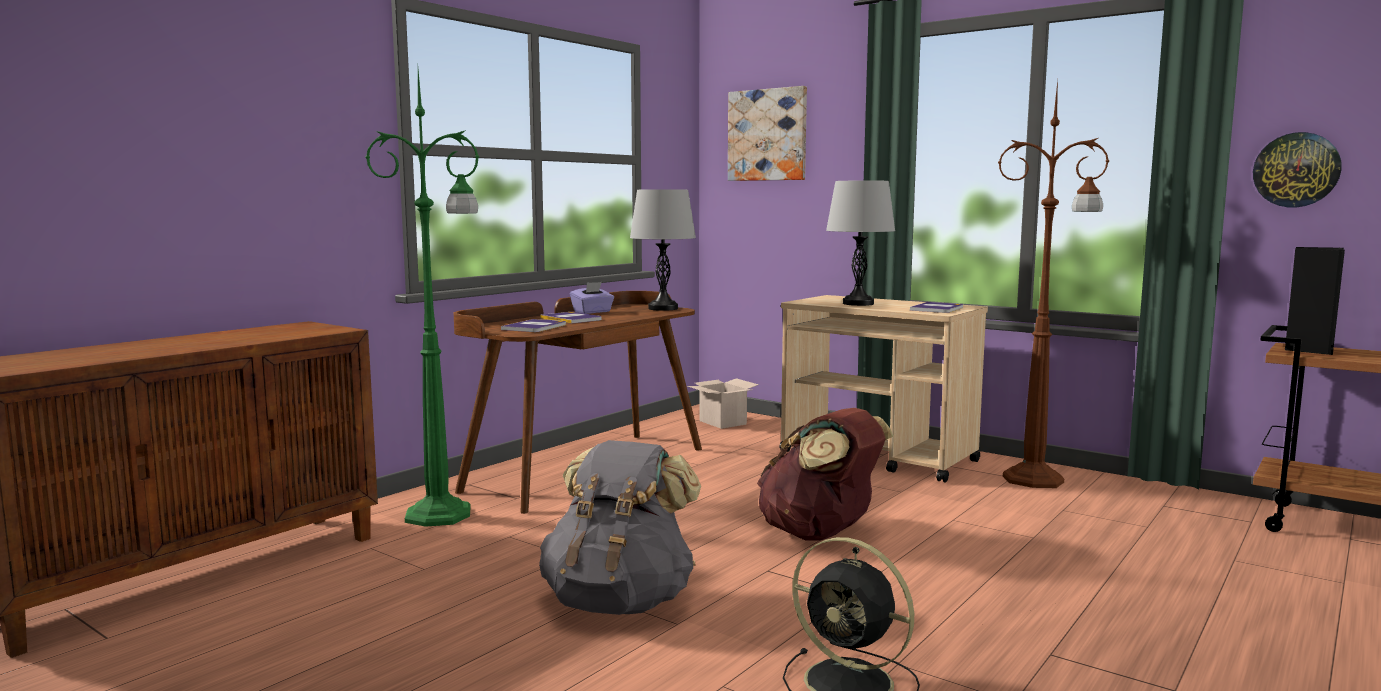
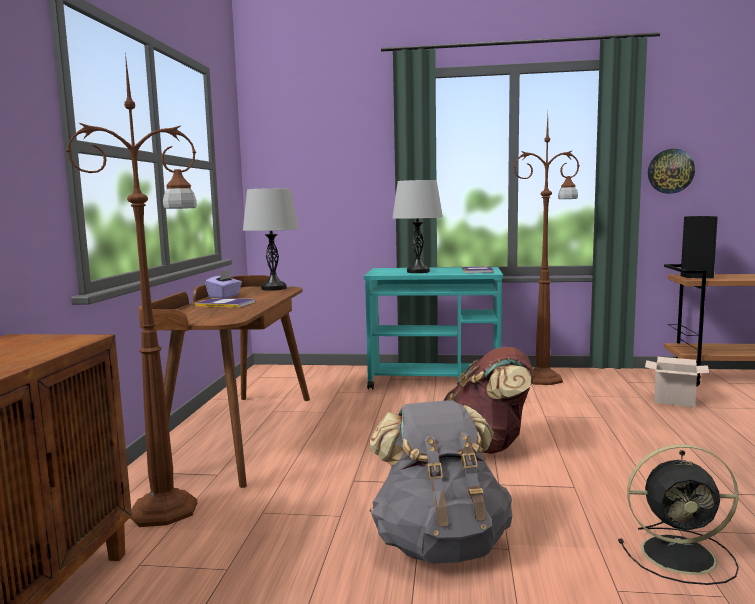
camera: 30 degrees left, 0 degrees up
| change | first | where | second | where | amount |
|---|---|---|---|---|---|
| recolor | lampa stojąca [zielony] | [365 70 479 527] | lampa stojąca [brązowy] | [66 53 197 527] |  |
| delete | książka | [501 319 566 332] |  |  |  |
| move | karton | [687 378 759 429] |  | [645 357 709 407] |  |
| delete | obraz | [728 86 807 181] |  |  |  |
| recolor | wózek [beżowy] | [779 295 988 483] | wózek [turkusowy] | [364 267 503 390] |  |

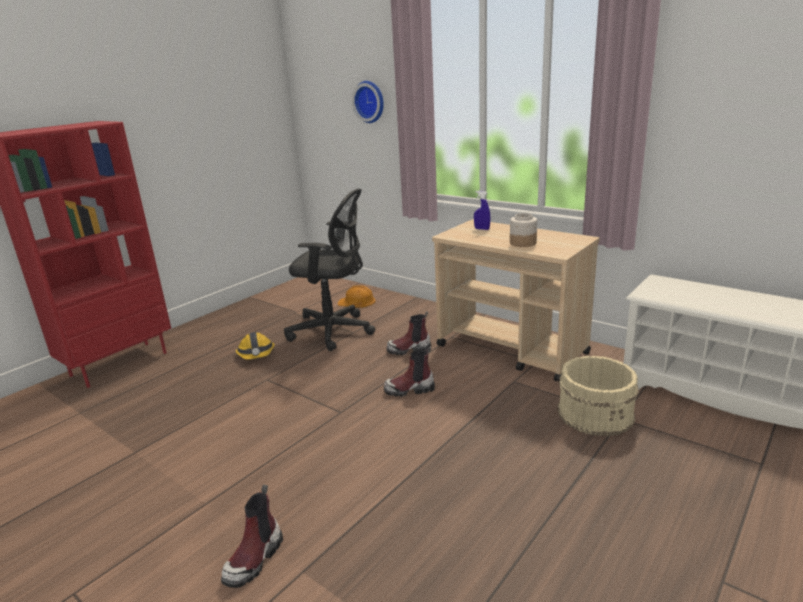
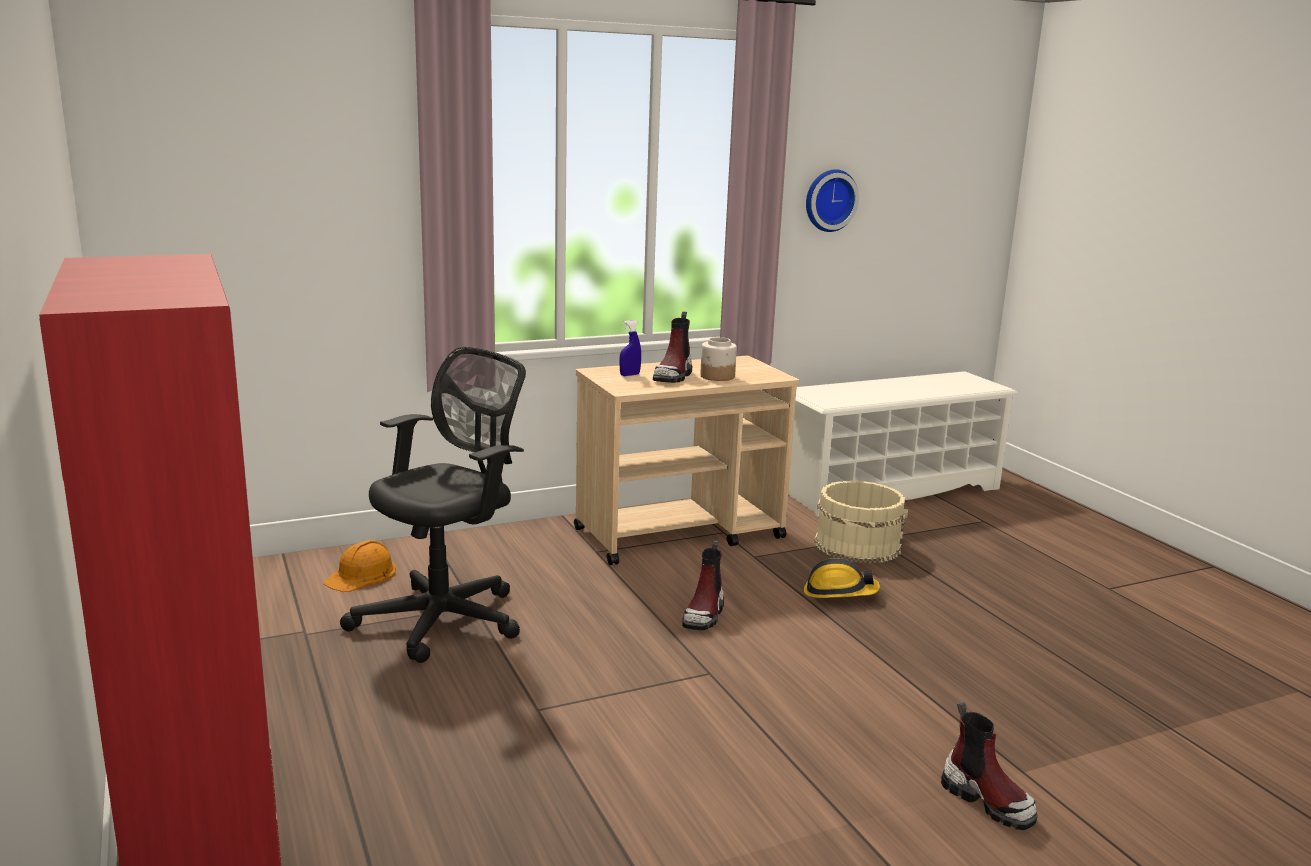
camera: 65 degrees left, 5 degrees down
| change | first | where | second | where | amount |
|---|---|---|---|---|---|
| move | kask | [236 332 275 360] |  | [804 558 880 598] |  |
| move | zegar ścienny | [352 81 384 123] |  | [806 169 859 232] |  |
| move | but z cholewką | [387 311 431 355] |  | [653 311 692 383] |  |

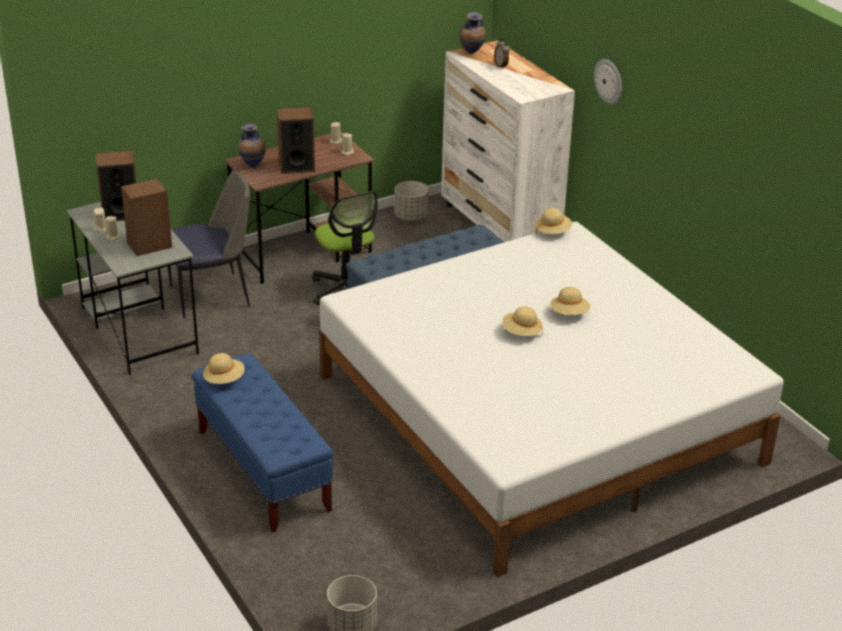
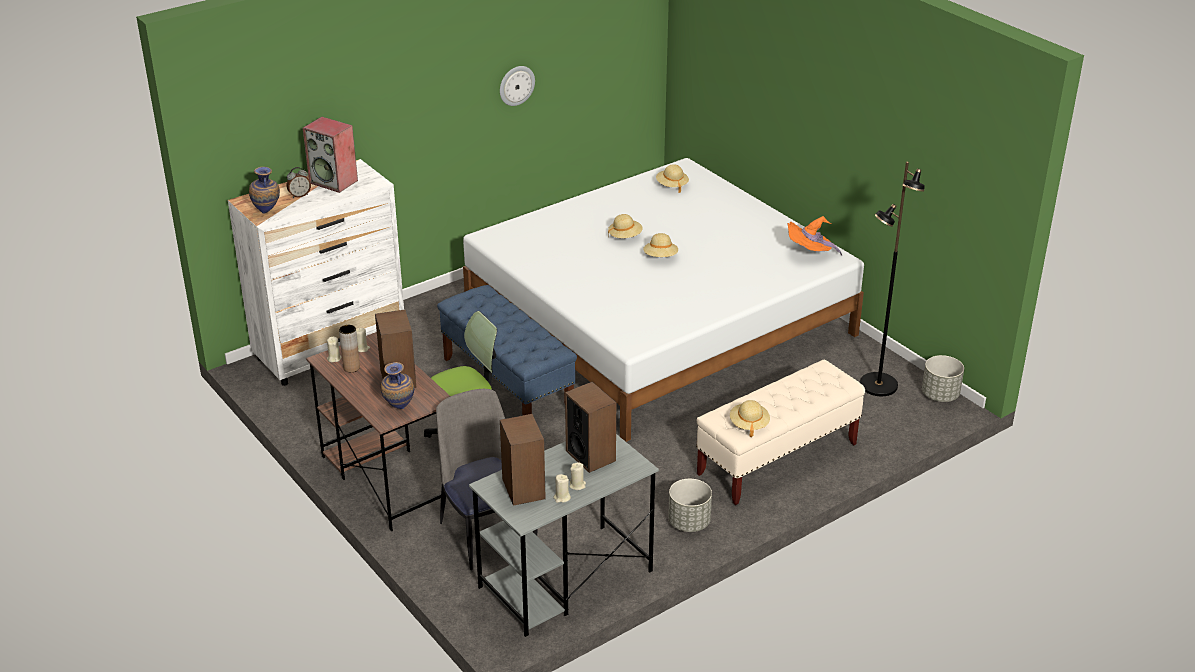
camera: 95 degrees left, 0 degrees up
| change | first | where | second | where | amount |
|---|---|---|---|---|---|
| recolor | ławka [niebieski] | [192 353 334 533] | ławka [beżowy] | [696 360 865 505] |  |
| move | donica [szary] | [394 181 429 221] |  | [668 479 712 532] |  |
| move | kapelusz [beżowy] | [535 208 572 235] |  | [656 164 689 193] |  |
| move | zegar ścienny | [594 59 622 104] |  | [500 66 535 106] |  |
| insert |  |  | głośnik | [303 117 358 193] |  |
| insert |  |  | wazon [brązowy] | [339 325 360 372] |  |
| insert |  |  | kapelusz [pomarańczowy] | [787 216 842 255] |  |
| insert |  |  | lampa stojąca [czarny] | [860 162 925 396] |  |

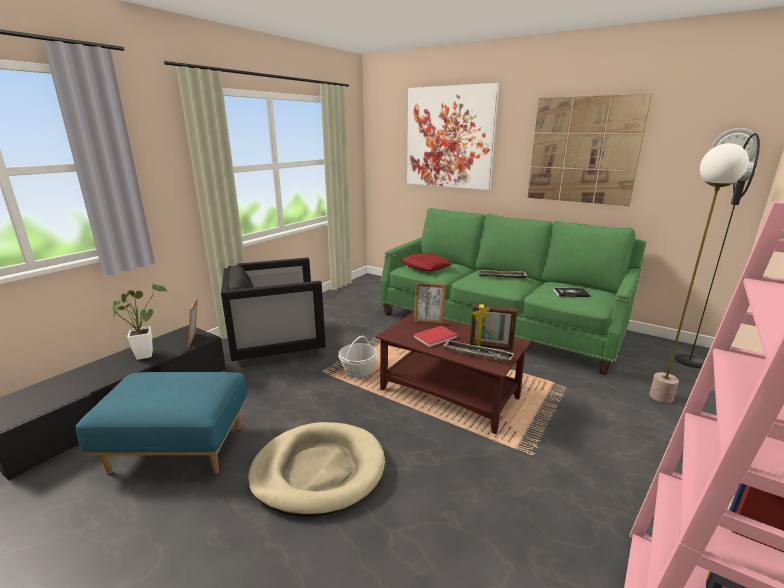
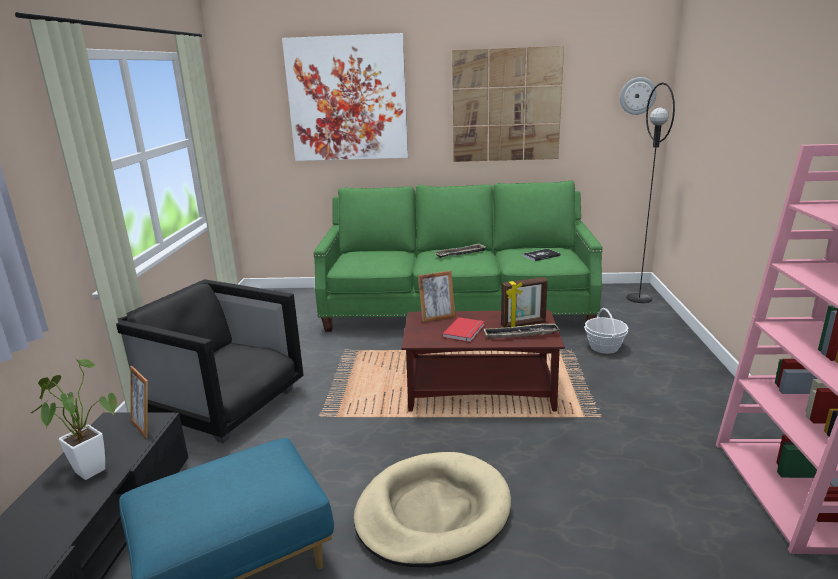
camera: 30 degrees left, 0 degrees up
| change | first | where | second | where | amount |
|---|---|---|---|---|---|
| rotate | fotel [czarny] | [221 258 326 367] |  | [116 279 304 443] | 75 degrees clockwise |
| move | koszyk | [338 336 377 377] |  | [584 308 629 354] |  |
| delete | poduszka [czerwony] | [400 253 452 271] |  |  |  |
| delete | lampa stojąca | [649 143 749 403] |  |  |  |

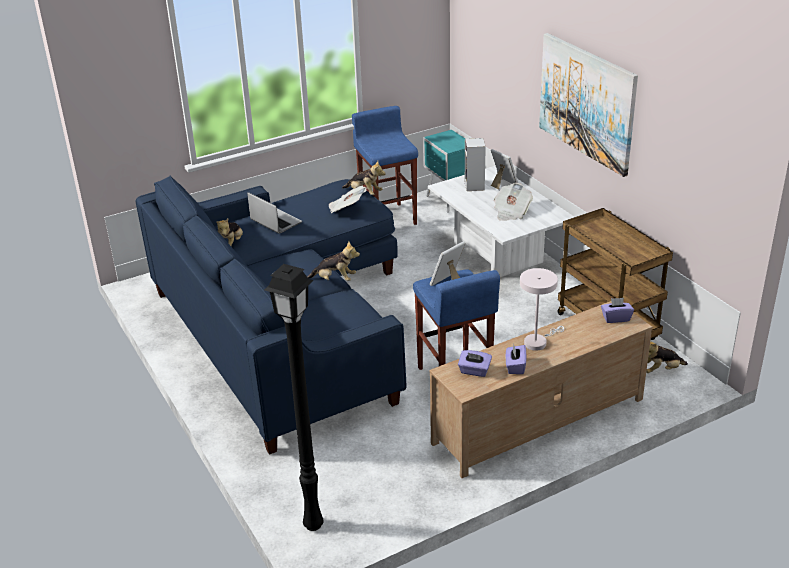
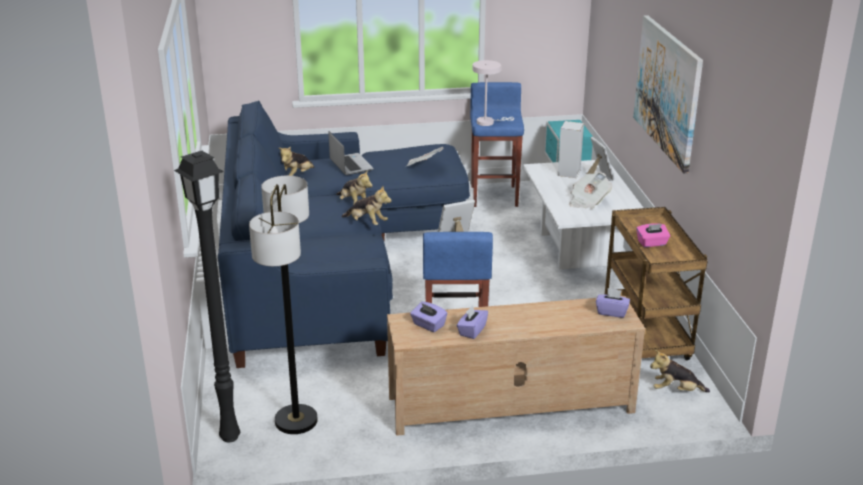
camera: 20 degrees right, 5 degrees down
| change | first | where | second | where | amount |
|---|---|---|---|---|---|
| move | pluszak | [342 161 386 195] |  | [336 169 373 205] |  |
| move | lampa stołowa [biały] | [520 268 564 351] |  | [472 60 514 126] |  |
| insert |  |  | lampa stojąca | [249 175 317 434] |  |
| insert |  |  | pudełko chusteczek [różowy] | [636 223 670 247] |  |

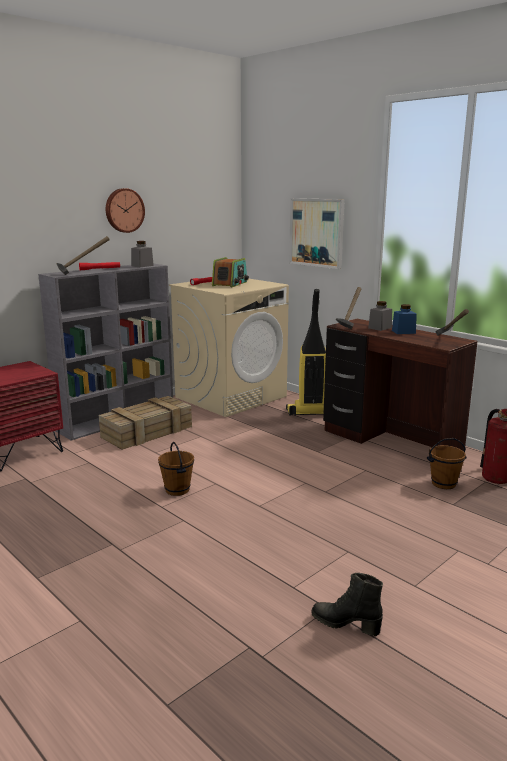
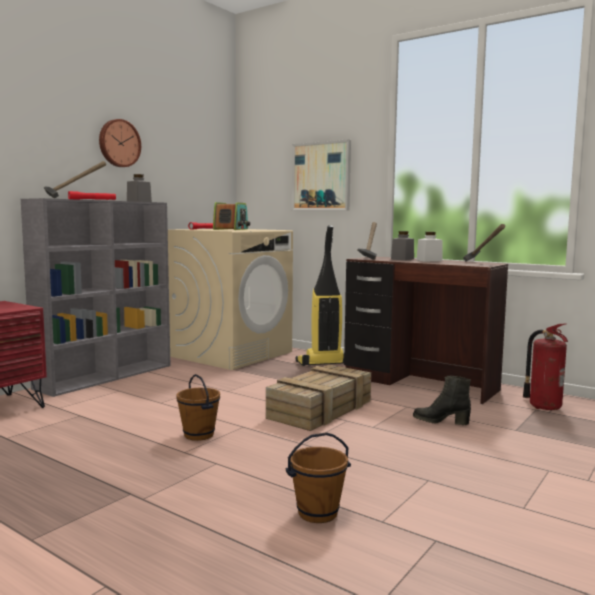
camera: 10 degrees left, 10 degrees down
| change | first | where | second | where | amount |
|---|---|---|---|---|---|
| move | skrzynka | [99 396 192 450] |  | [266 365 371 431] |  |
| move | but z cholewką [czarny] | [311 573 383 636] |  | [413 376 471 425] |  |
| recolor | słoik [niebieski] | [392 304 417 334] | słoik [biały] | [416 232 443 261] |  |
| move | wiadro [brązowy] | [427 438 467 489] |  | [285 432 351 523] |  |

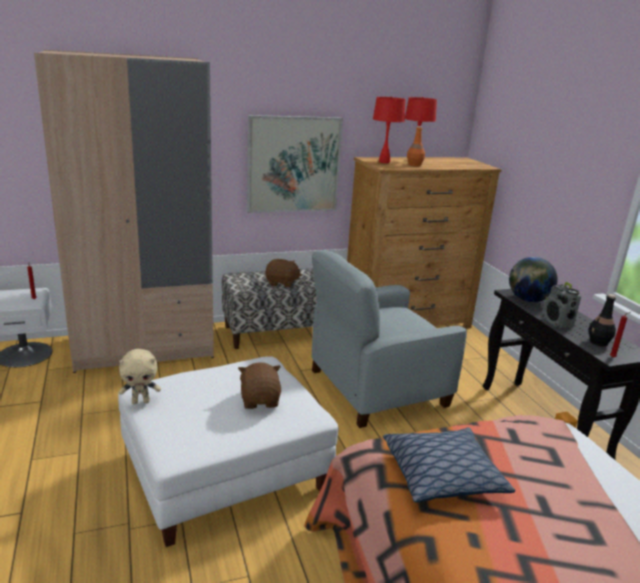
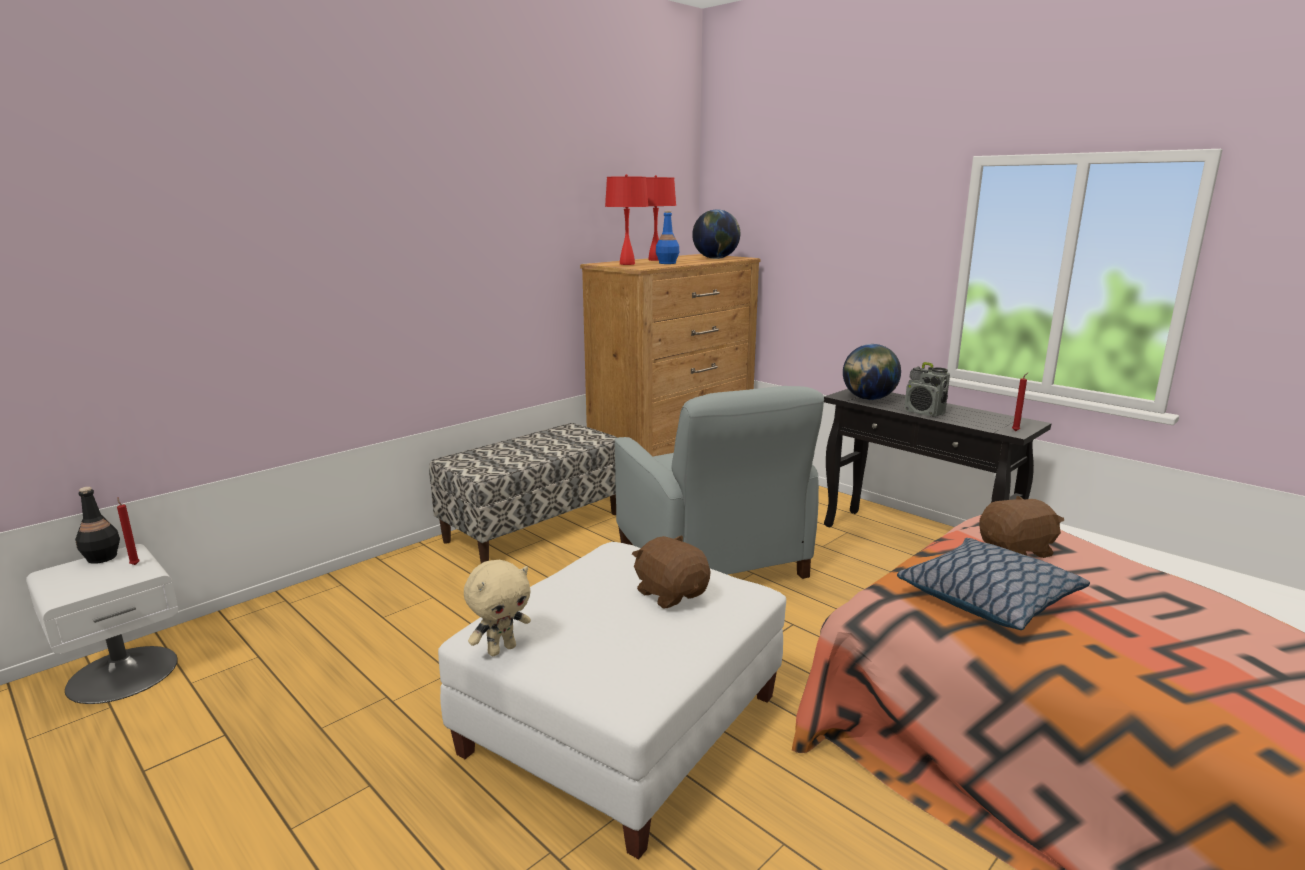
camera: 25 degrees left, 5 degrees down
| change | first | where | second | where | amount |
|---|---|---|---|---|---|
| delete | szafa [beżowy] | [34 50 214 373] |  |  |  |
| delete | obraz | [247 115 343 213] |  |  |  |
| move | pluszak [brązowy] | [265 259 302 287] |  | [979 496 1064 558] |  |
| rotate | fotel [szary] | [312 250 467 428] |  | [615 386 824 579] | 60 degrees counterclockwise |
| recolor | butelka [pomarańczowy] | [407 126 425 166] | butelka [niebieski] | [656 211 679 264] |  |
| move | butelka [czarny] | [588 294 616 346] |  | [75 487 120 564] |  |
| insert |  |  | globus | [692 210 740 259] |  |

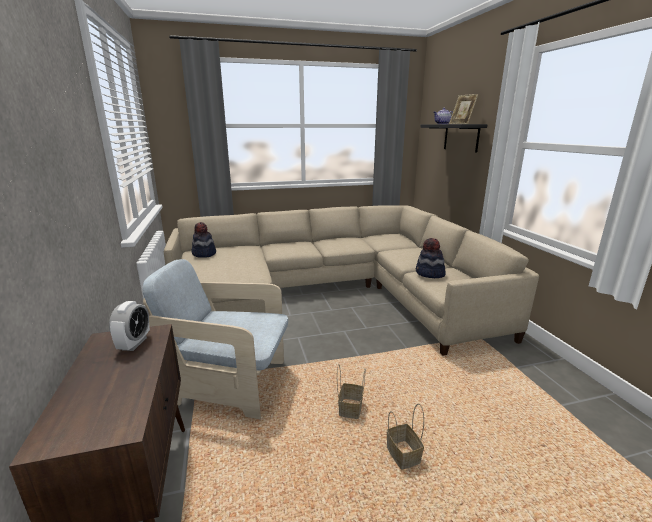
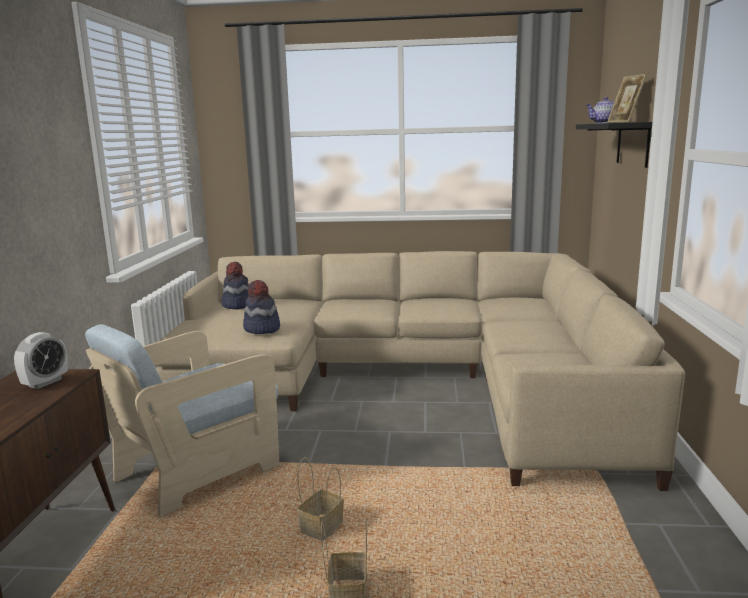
camera: 20 degrees right, 5 degrees down
| change | first | where | second | where | amount |
|---|---|---|---|---|---|
| rotate | fotel [beżowy] | [143 259 288 419] |  | [85 324 279 517] | 75 degrees counterclockwise |
| move | kapelusz | [416 238 446 278] |  | [243 280 280 334] |  |

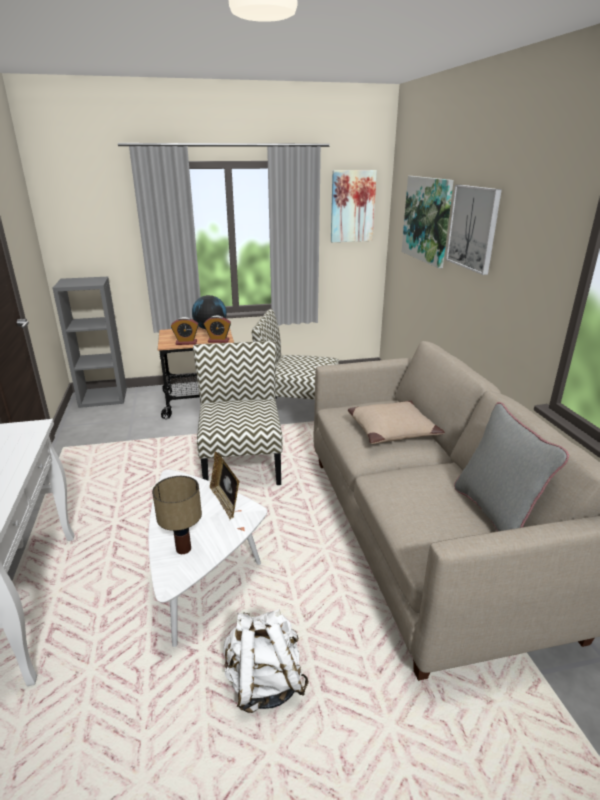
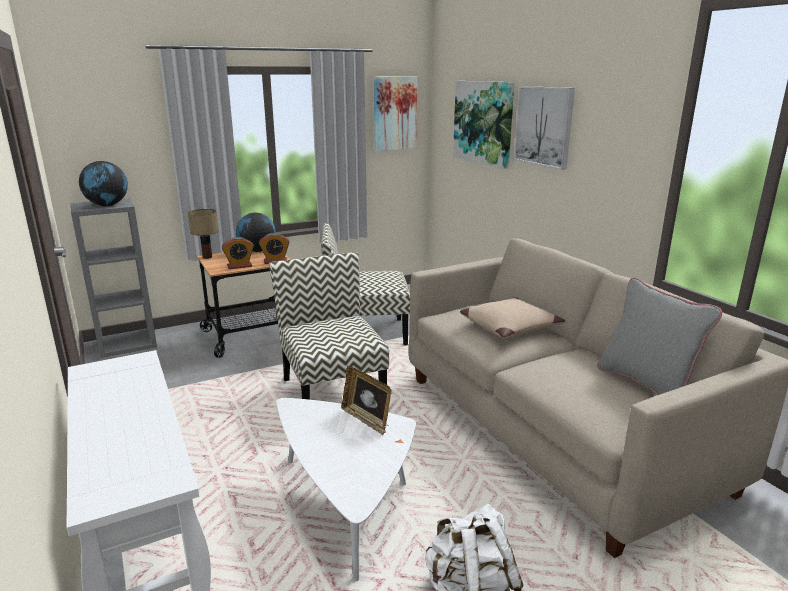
camera: 15 degrees left, 5 degrees down
| change | first | where | second | where | amount |
|---|---|---|---|---|---|
| move | lampa stołowa | [152 476 202 554] |  | [188 209 219 259] |  |
| insert |  |  | globus | [79 161 128 206] |  |

